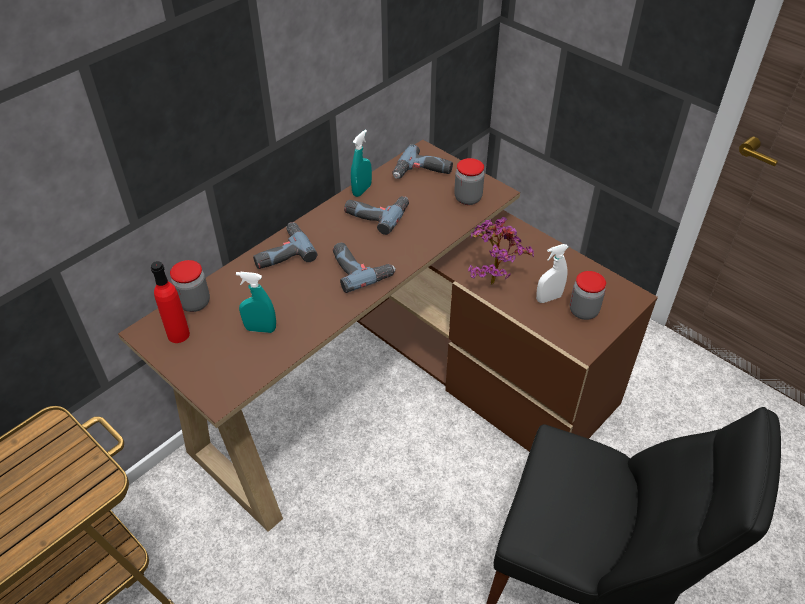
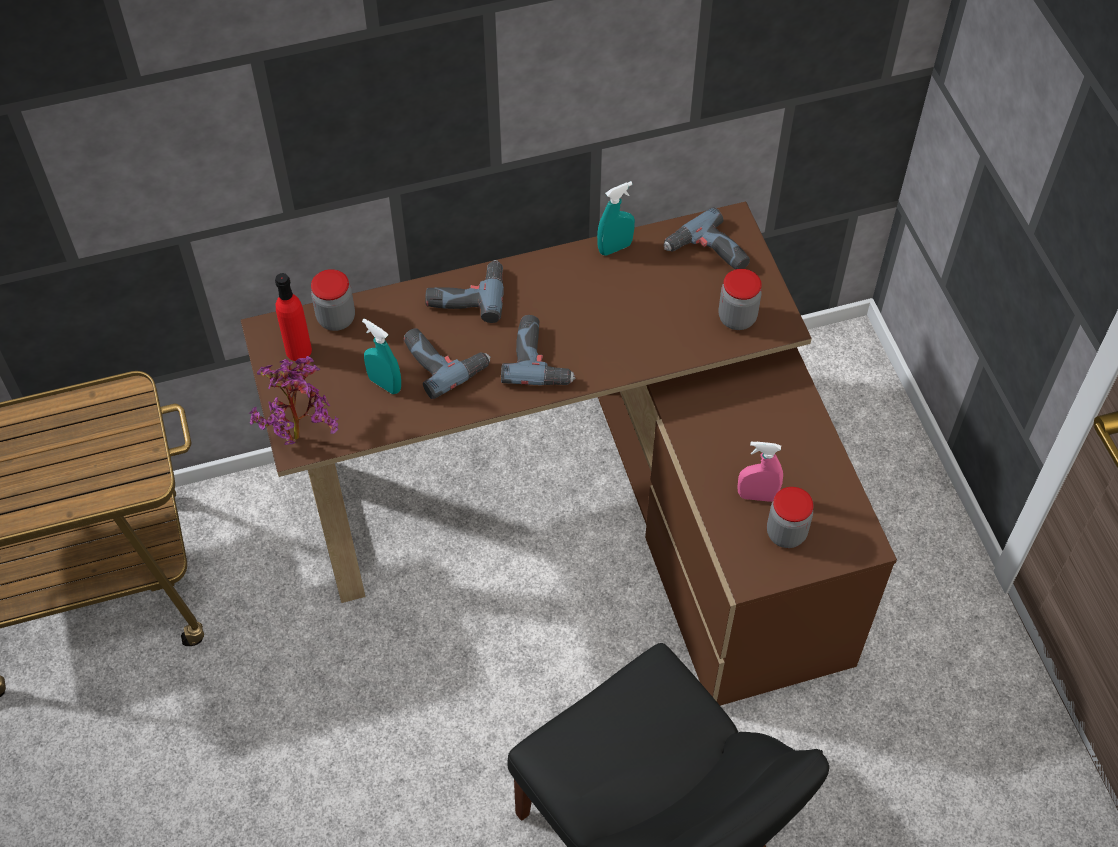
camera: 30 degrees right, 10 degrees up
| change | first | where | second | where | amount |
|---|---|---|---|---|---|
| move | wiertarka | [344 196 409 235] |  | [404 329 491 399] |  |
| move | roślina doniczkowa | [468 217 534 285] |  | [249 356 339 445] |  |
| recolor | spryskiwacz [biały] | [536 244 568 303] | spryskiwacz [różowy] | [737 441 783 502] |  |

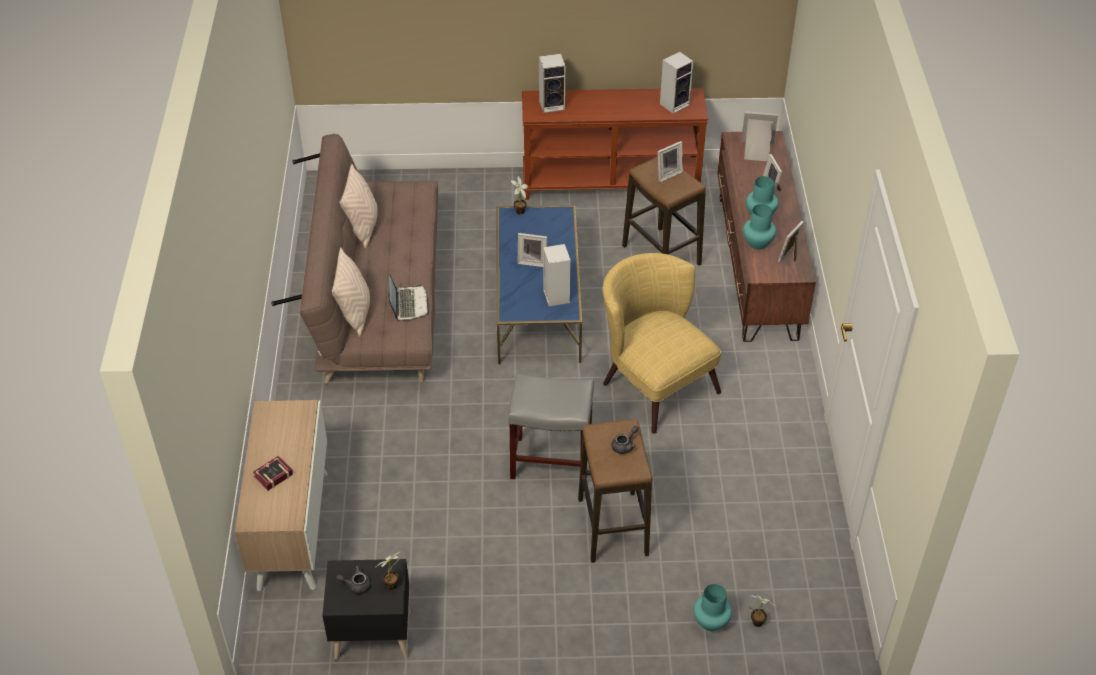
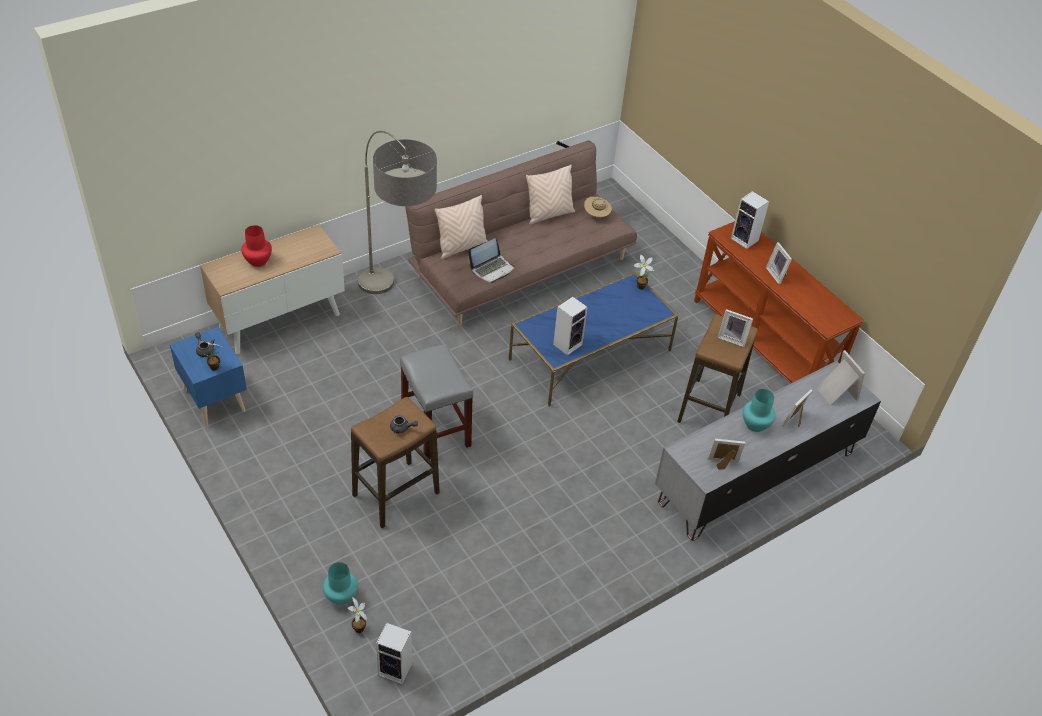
camera: 55 degrees right, 0 degrees up
| change | first | where | second | where | amount |
|---|---|---|---|---|---|
| replace | książka | [253 456 293 491] | wazon [czerwony] | [241 225 272 267] |  |
| recolor | szafka nocna [czarny] | [322 559 410 660] | szafka nocna [niebieski] | [170 327 247 427] |  |
| move | ramka na zdjęcie | [518 233 547 267] |  | [766 242 792 285] |  |
| delete | fotel [żółty] | [603 253 721 434] |  |  |  |
| move | głośnik | [660 52 694 114] |  | [376 623 412 684] |  |
| recolor | szafka pod telewizor [brązowy] | [717 131 816 342] | szafka pod telewizor [szary] | [655 361 881 541] |  |
| delete | wazon [turkusowy] | [743 204 776 250] |  |  |  |
| insert |  |  | lampa stojąca | [357 131 437 294] |  |
| insert |  |  | kapelusz [beżowy] | [584 196 612 217] |  |

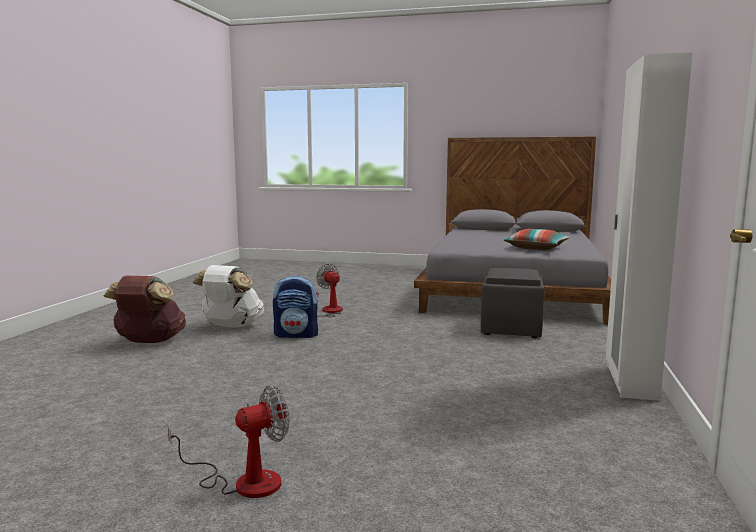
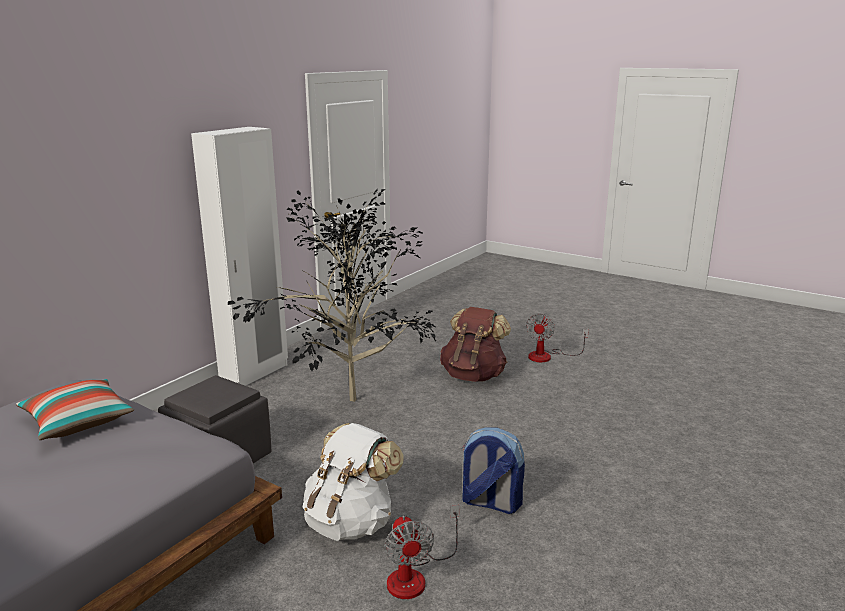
camera: 160 degrees left, 10 degrees up
| change | first | where | second | where | amount |
|---|---|---|---|---|---|
| move | plecak [brązowy] | [103 276 186 343] |  | [440 307 511 382] |  |
| rotate | wentylator | [168 386 290 498] |  | [526 314 589 362] | 60 degrees counterclockwise |
| move | plecak [biały] | [193 265 264 328] |  | [303 423 404 541] |  |
| insert |  |  | roślina doniczkowa | [228 188 436 402] |  |

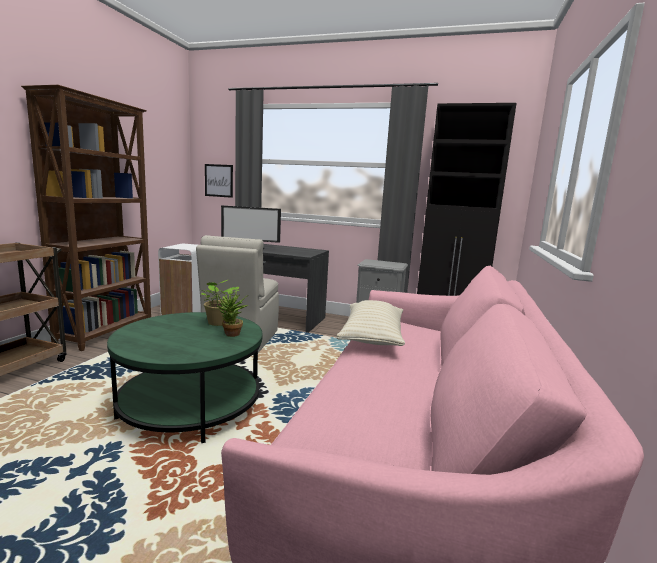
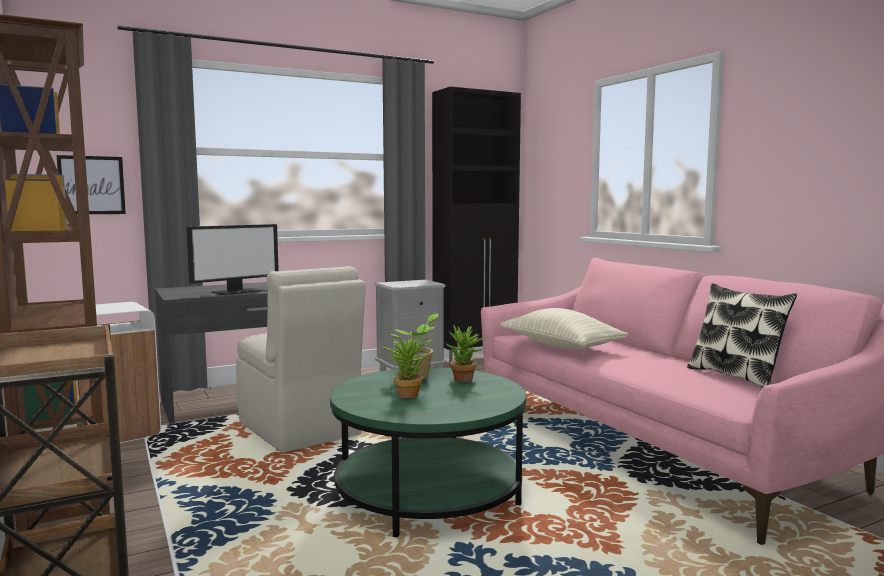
camera: 45 degrees left, 5 degrees down
| change | first | where | second | where | amount |
|---|---|---|---|---|---|
| insert |  |  | roślina doniczkowa | [382 334 428 398] |  |
| insert |  |  | poduszka | [687 283 797 387] |  |

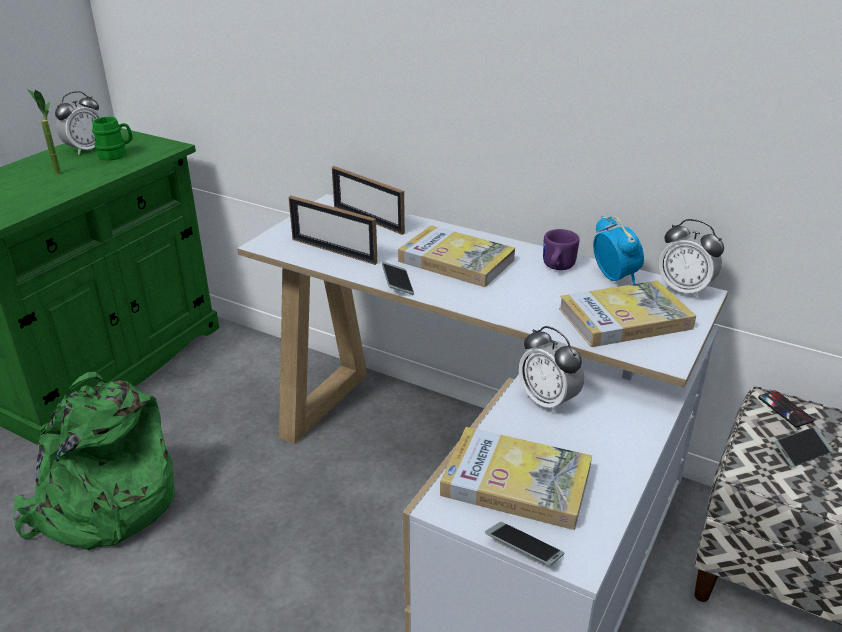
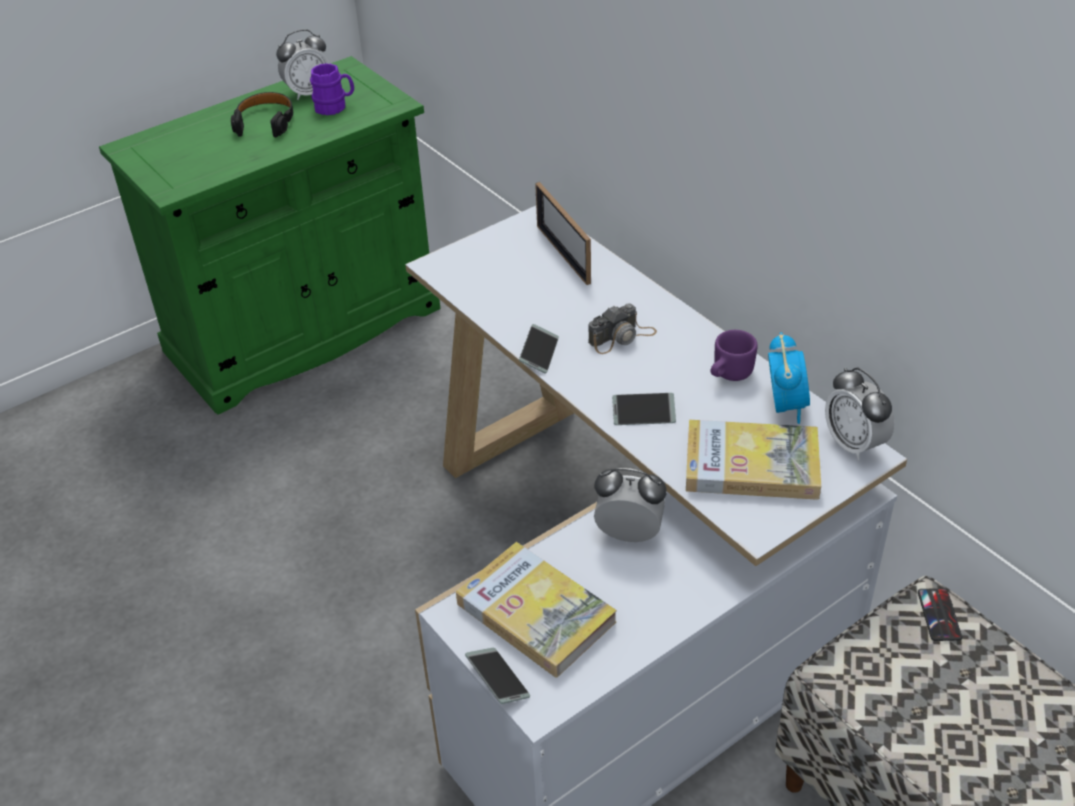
camera: 25 degrees right, 10 degrees up
| change | first | where | second | where | amount |
|---|---|---|---|---|---|
| delete | plecak [zielony] | [13 372 175 550] |  |  |  |
| replace | roślina doniczkowa | [27 89 61 174] | słuchawki [czarny] | [231 92 293 137] |  |
| recolor | kubek [zielony] | [92 117 132 161] | kubek [fioletowy] | [310 63 354 115] |  |
| delete | ramka na zdjęcie | [289 196 377 265] |  |  |  |
| replace | książka | [398 225 516 287] | aparat fotograficzny | [588 303 657 354] |  |
| rotate | budzik | [519 326 584 414] |  | [594 468 667 542] | 120 degrees clockwise |
| move | telefon | [774 426 833 467] |  | [612 393 676 425] |  |

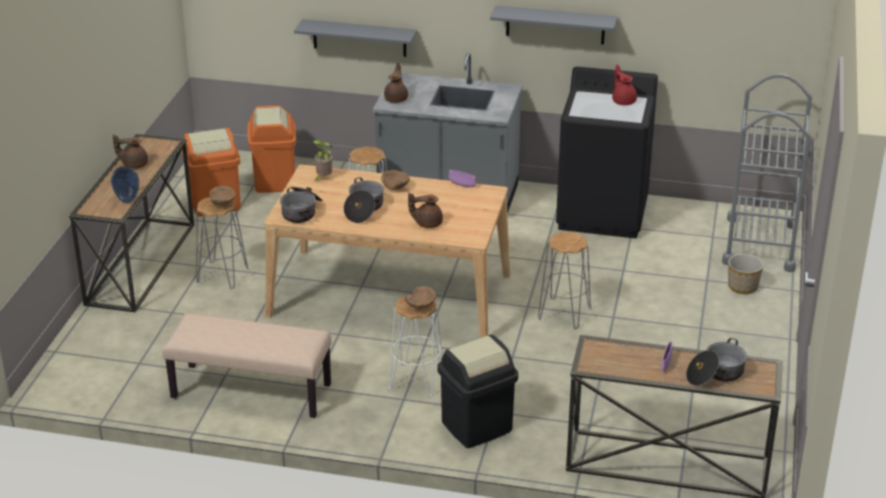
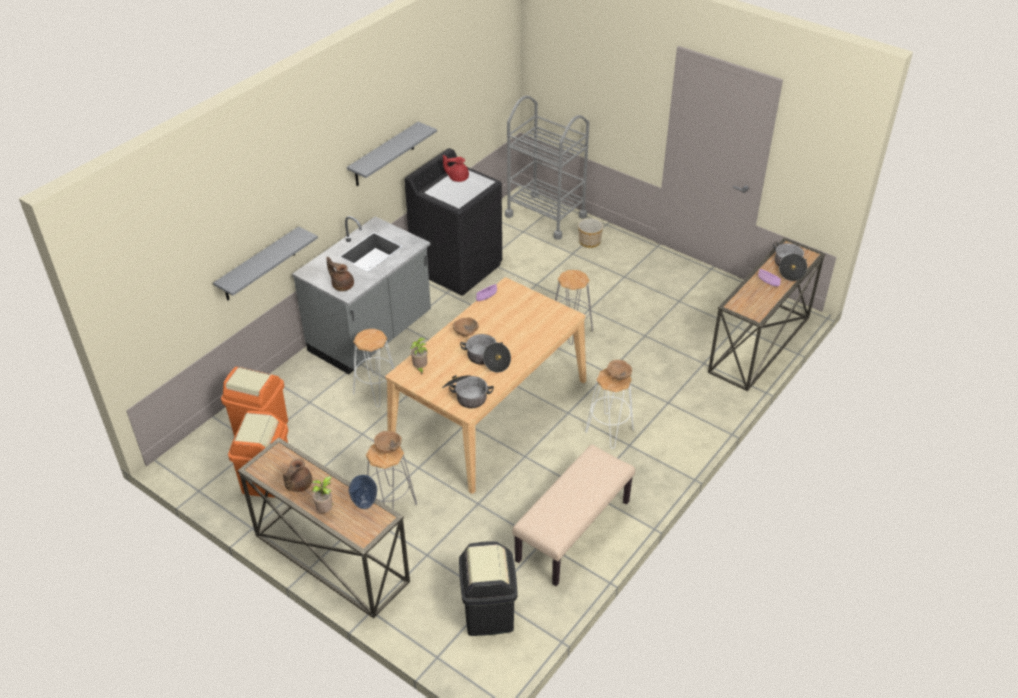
camera: 65 degrees left, 10 degrees up
| change | first | where | second | where | amount |
|---|---|---|---|---|---|
| delete | imbryk [brązowy] | [408 193 443 228] |  |  |  |
| move | kosz na śmieci [czarny] | [438 334 518 448] |  | [459 541 517 636] |  |
| insert |  |  | roślina doniczkowa | [312 476 333 513] |  |

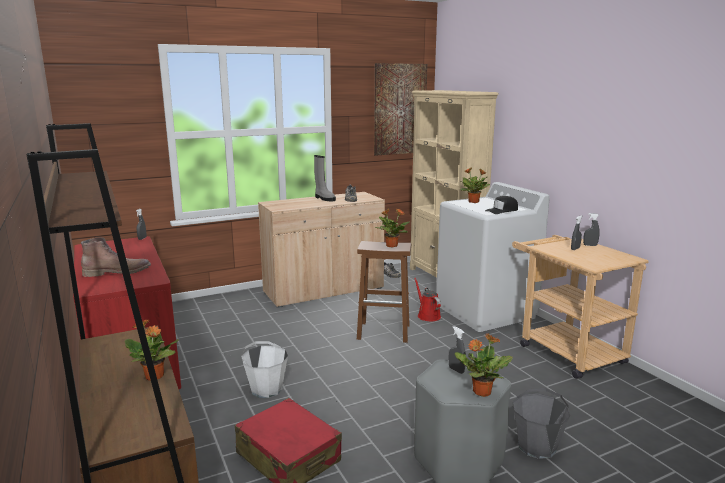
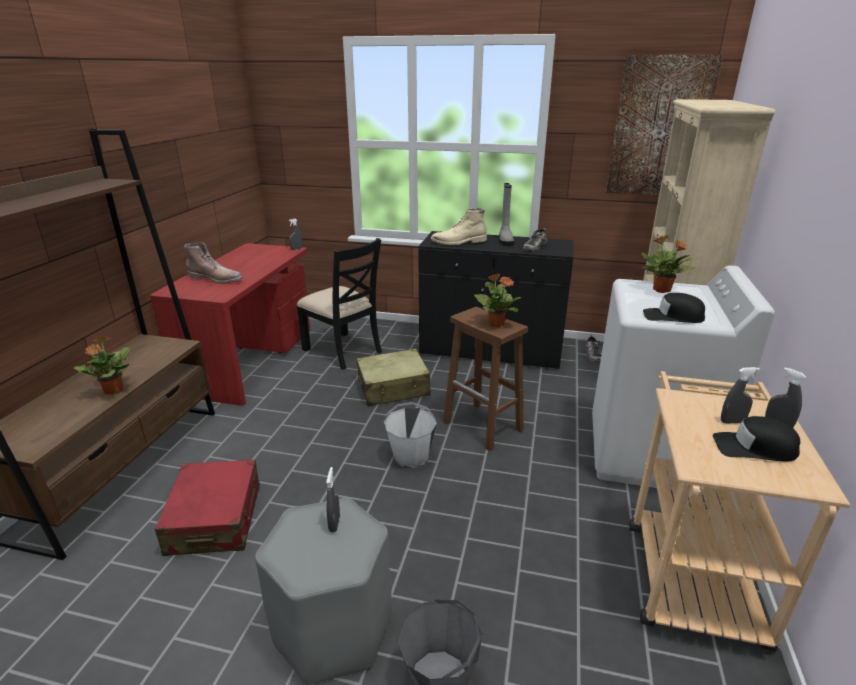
camera: 40 degrees right, 10 degrees up
| change | first | where | second | where | amount |
|---|---|---|---|---|---|
| move | wiadro [biały] | [241 341 288 398] |  | [384 402 437 468] |  |
| recolor | szafka [beżowy] | [258 192 385 308] | szafka [czarny] | [418 231 574 370] |  |
| delete | konewka [czerwony] | [414 278 441 321] |  |  |  |
| delete | roślina doniczkowa | [455 333 513 397] |  |  |  |
| insert |  |  | krzesło [czarny] | [297 238 382 370] |  |
| insert |  |  | walizka [beżowy] | [356 349 431 406] |  |
| insert |  |  | but z cholewką [beżowy] | [431 208 487 245] |  |
| insert |  |  | czapka z daszkiem [czarny] | [713 416 800 462] |  |

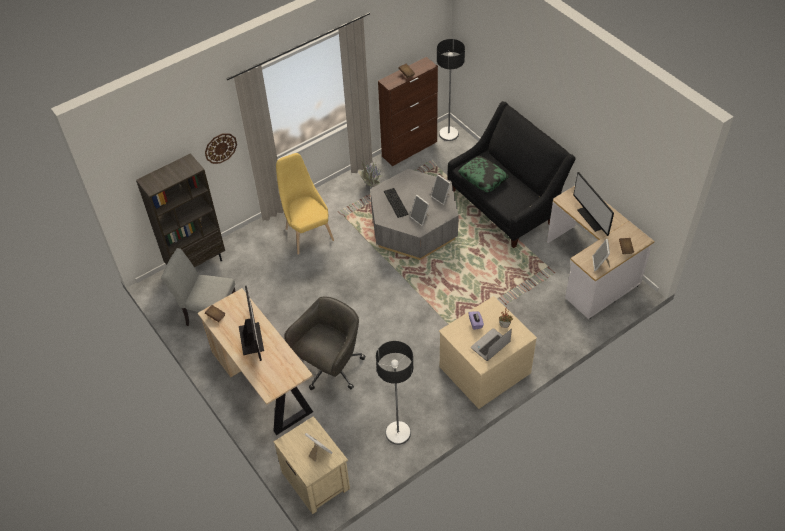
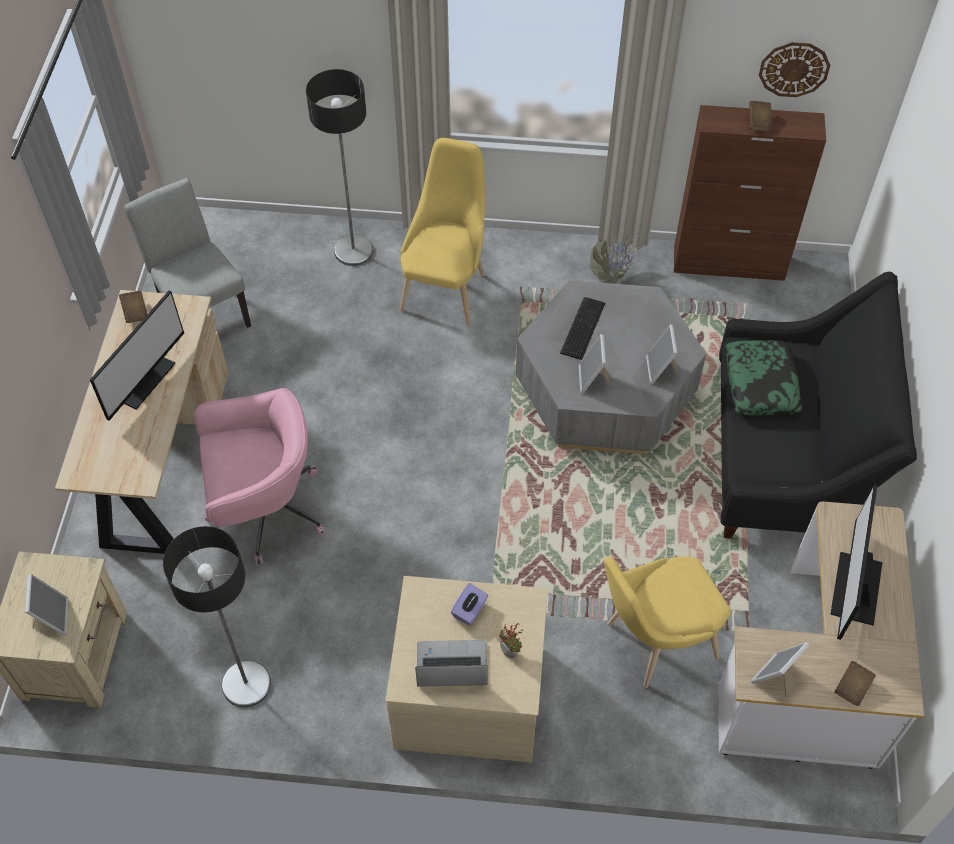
camera: 40 degrees right, 5 degrees up
| change | first | where | second | where | amount |
|---|---|---|---|---|---|
| delete | regał [brązowy] | [136 153 225 267] |  |  |  |
| move | zegar ścienny | [205 133 237 164] |  | [759 42 830 97] |  |
| recolor | krzesło biurowe [szary] | [285 297 366 390] | krzesło biurowe [różowy] | [194 388 325 565] |  |
| move | lampa stojąca | [437 39 465 141] |  | [306 69 373 266] |  |
| insert |  |  | krzesło [żółty] | [604 557 731 688] |  |

